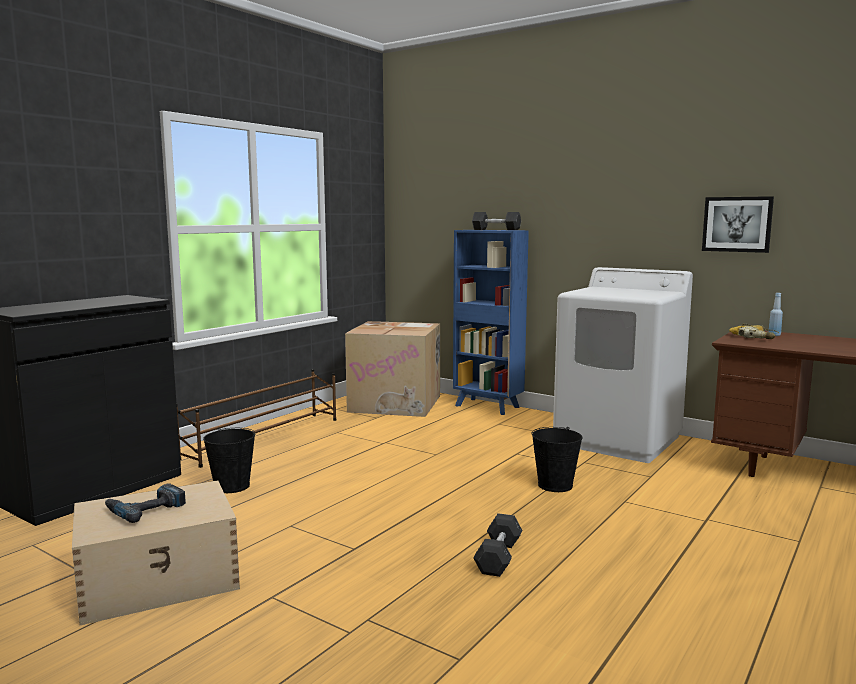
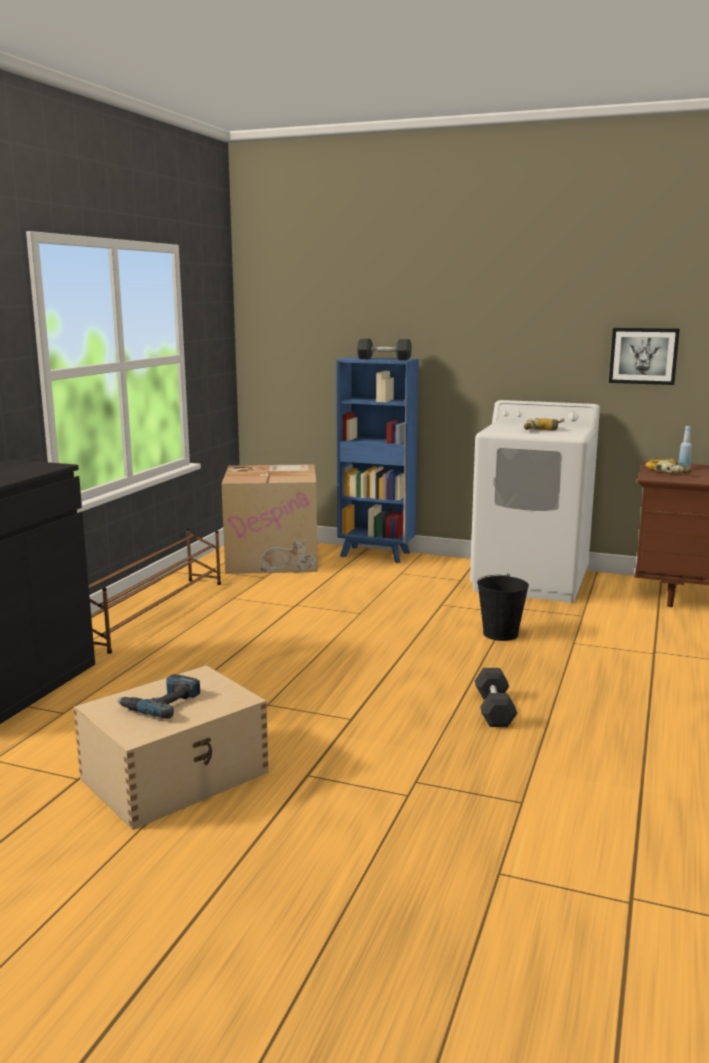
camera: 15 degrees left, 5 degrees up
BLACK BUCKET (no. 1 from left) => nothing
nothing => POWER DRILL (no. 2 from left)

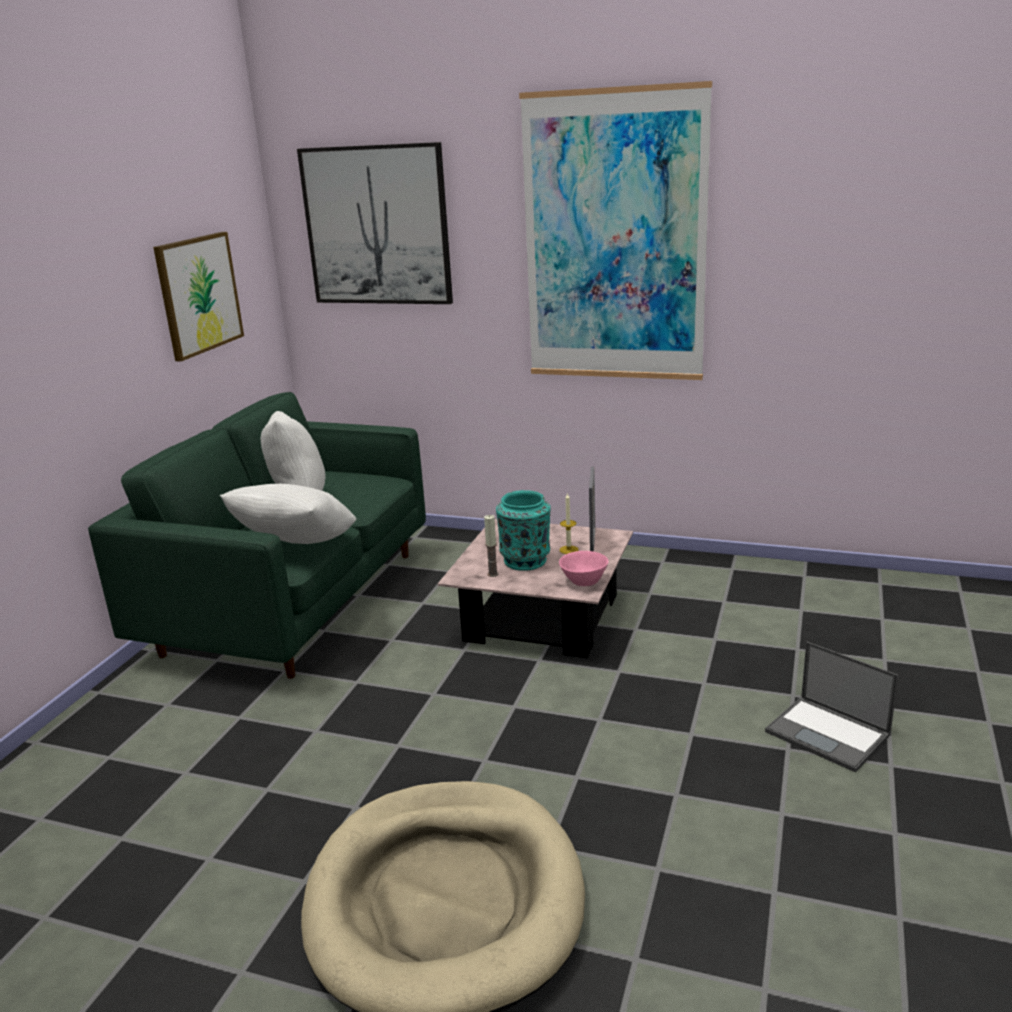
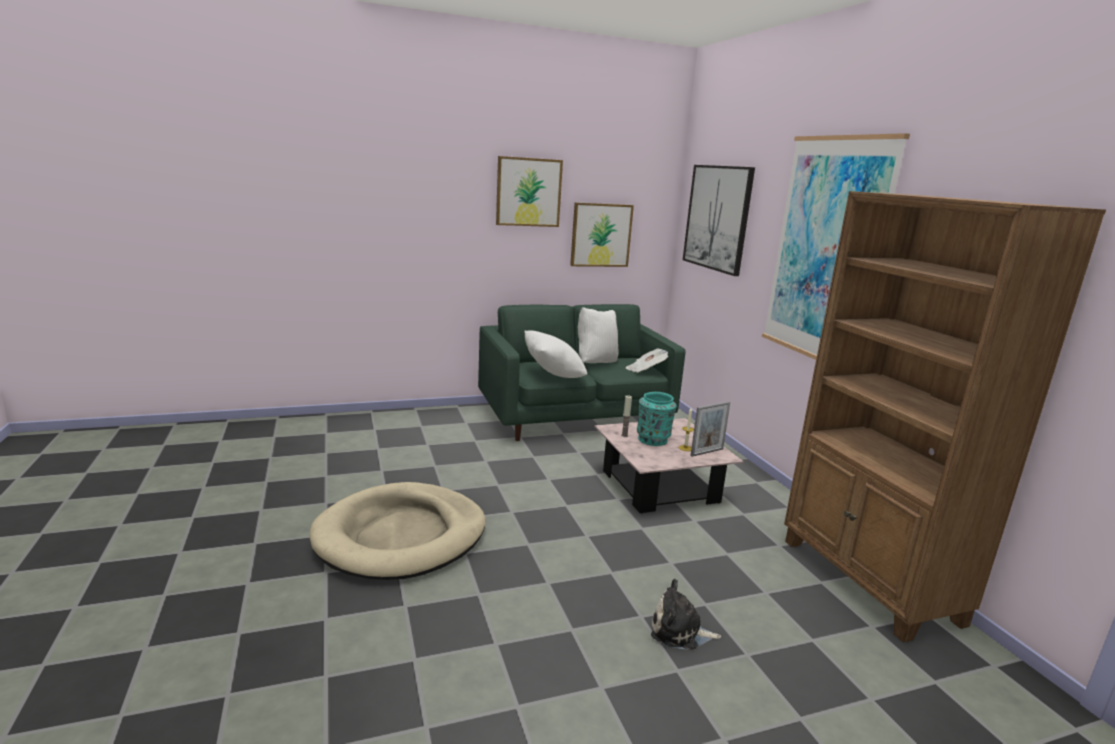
camera: 50 degrees right, 5 degrees down
PINK BOWL => nothing
LAPTOP => PLUSH TOY
nothing => PICTURE (no. 1 from left)
nothing => NEWSPAPER
nothing => BROWN BOOKCASE

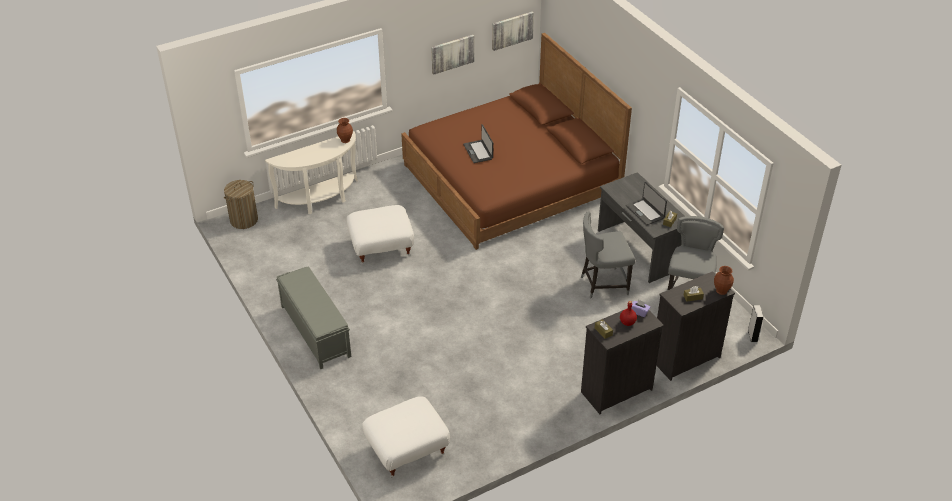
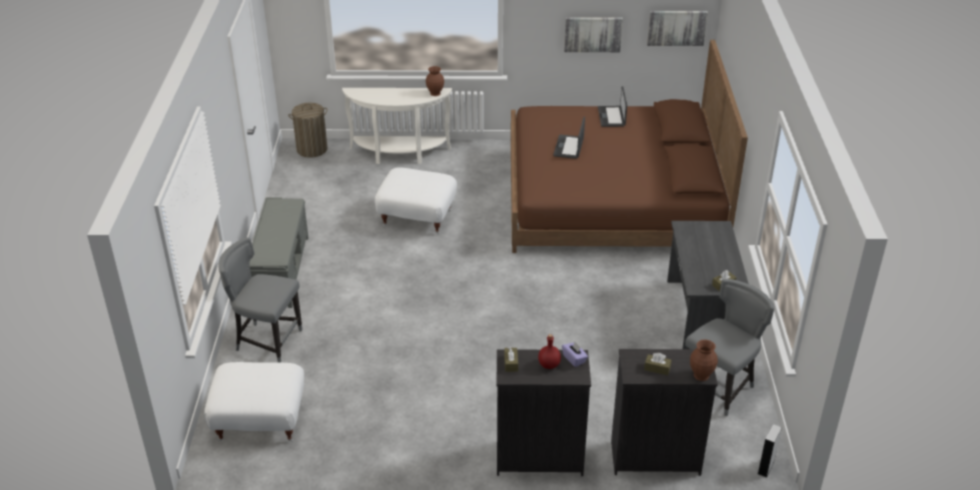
camera: 30 degrees right, 5 degrees down
GREY CHAIR (no. 1 from left), relocated
LAPTOP (no. 2 from left), relocated

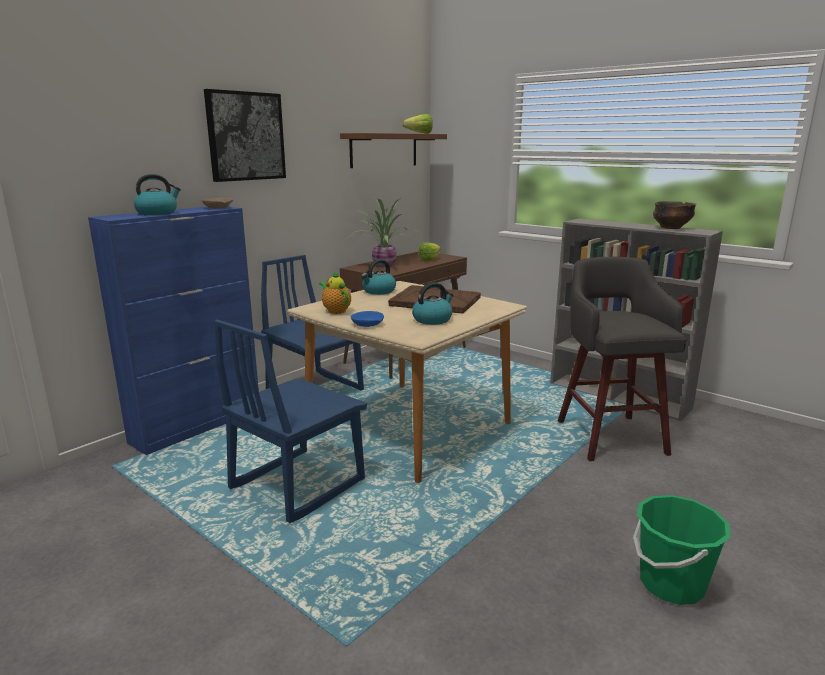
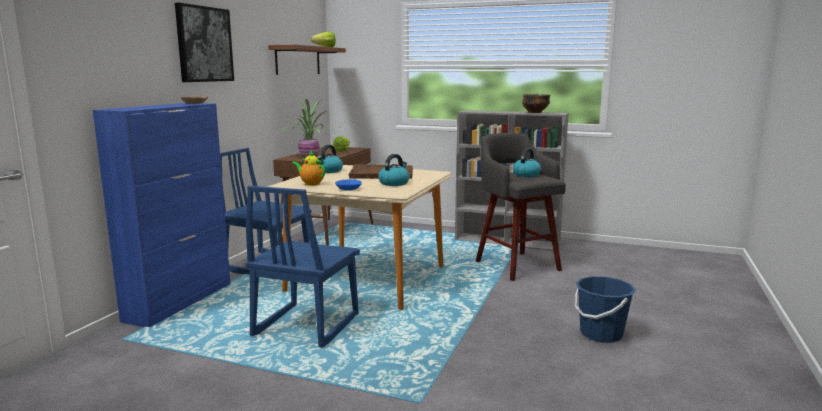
camera: 20 degrees left, 5 degrees down
KETTLE (no. 1 from left in the first image) => KETTLE (no. 3 from left), relocated
GREEN BUCKET => BLUE BUCKET

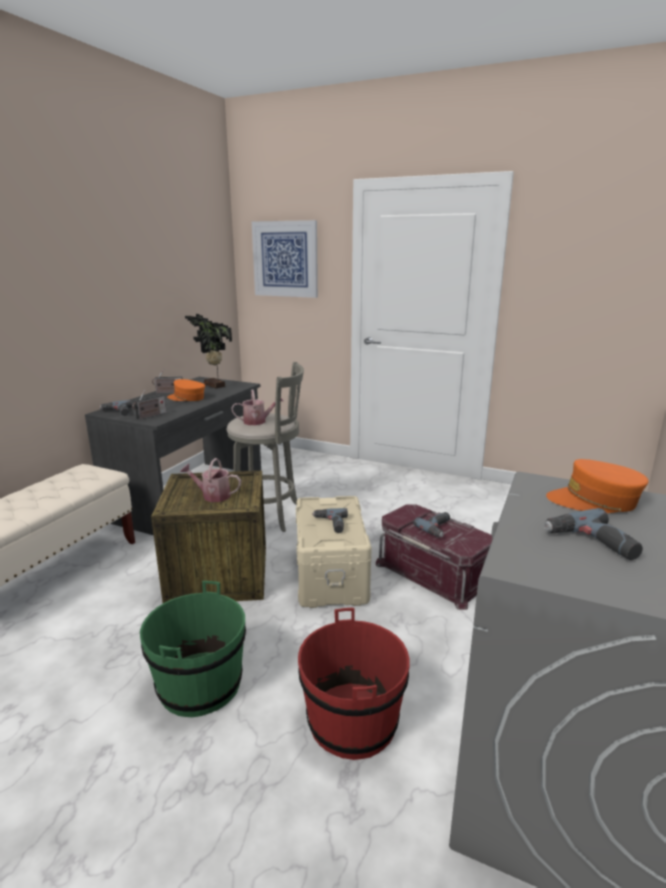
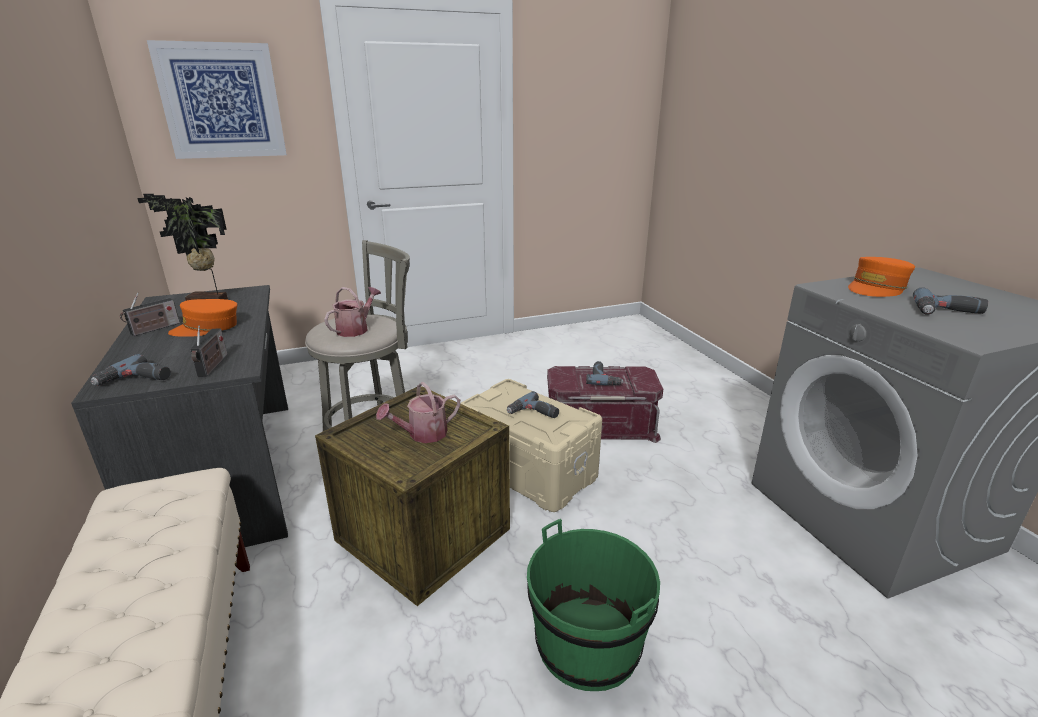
camera: 45 degrees left, 5 degrees up
RED BUCKET => nothing

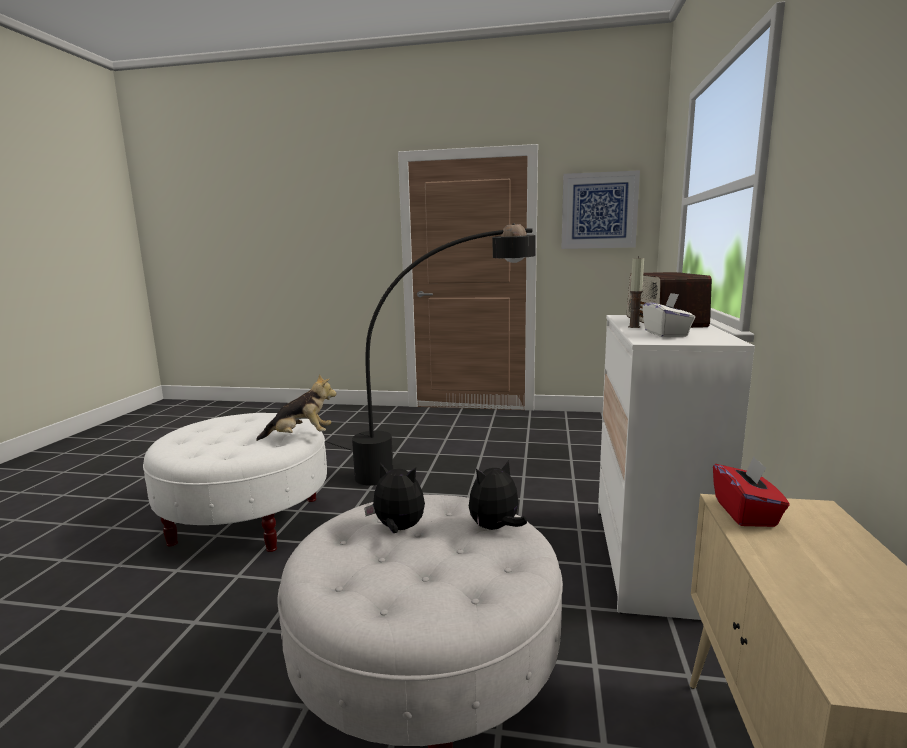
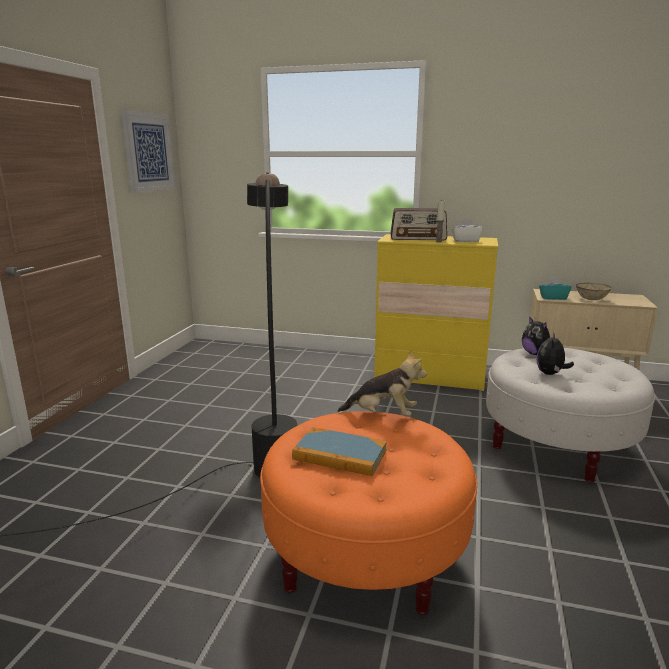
camera: 85 degrees left, 5 degrees up
WHITE OTTOMAN (no. 1 from left) => ORANGE OTTOMAN
PLUSH TOY (no. 1 from left), 105 degrees clockwise
WHITE DRESSER => YELLOW DRESSER
RED TISSUE BOX => TURQUOISE TISSUE BOX
nothing => BOOK
nothing => BOWL

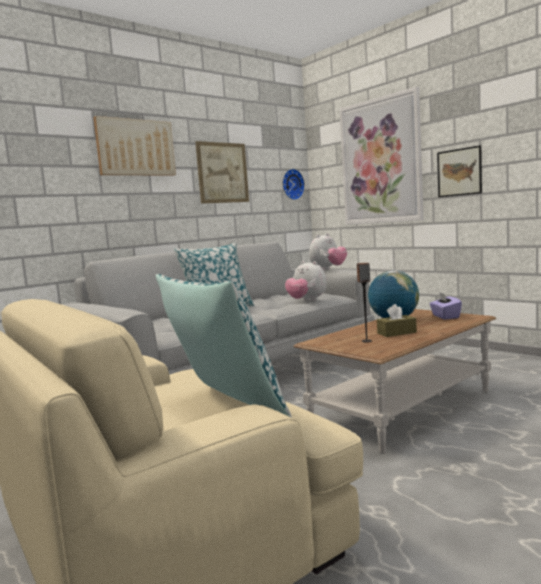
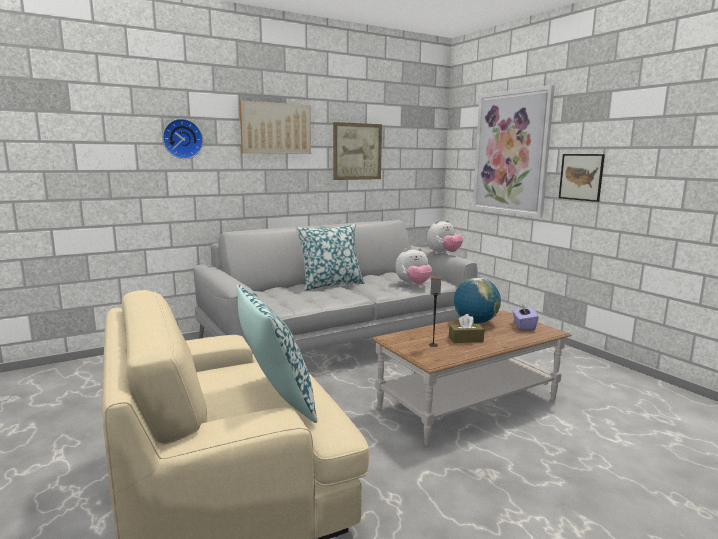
camera: 10 degrees right, 5 degrees up
WALL CLOCK, relocated
PLUSH TOY (no. 1 from left), 75 degrees counterclockwise

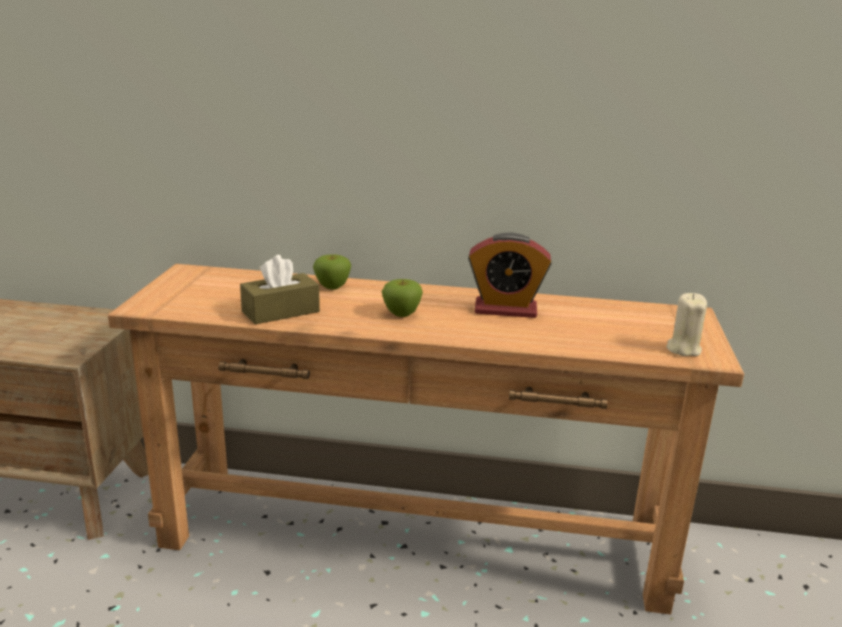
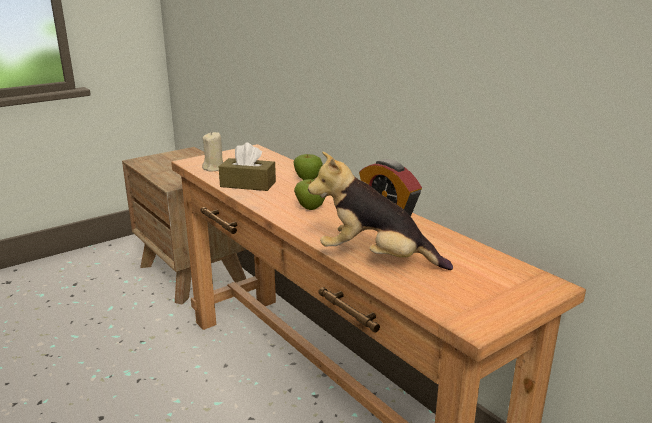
camera: 45 degrees right, 0 degrees up
BEIGE CANDLE, relocated
nothing => PLUSH TOY

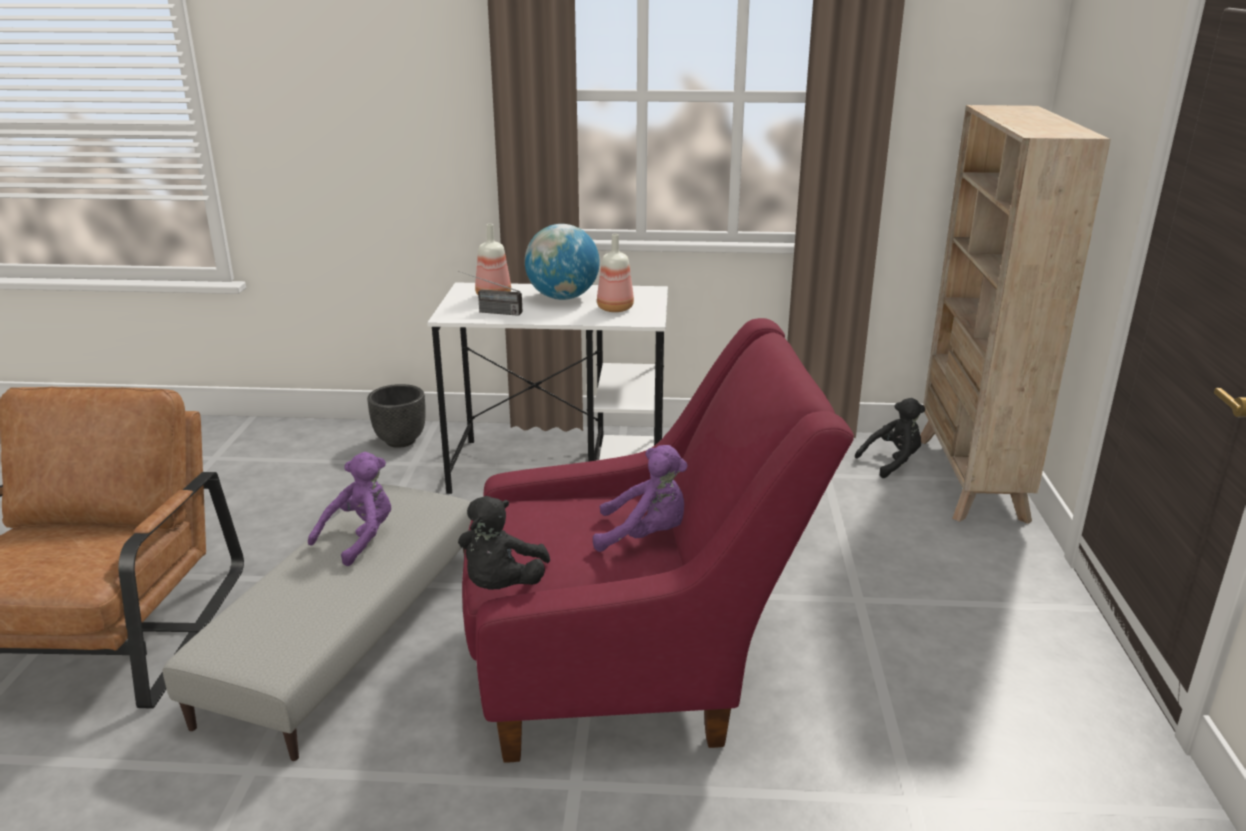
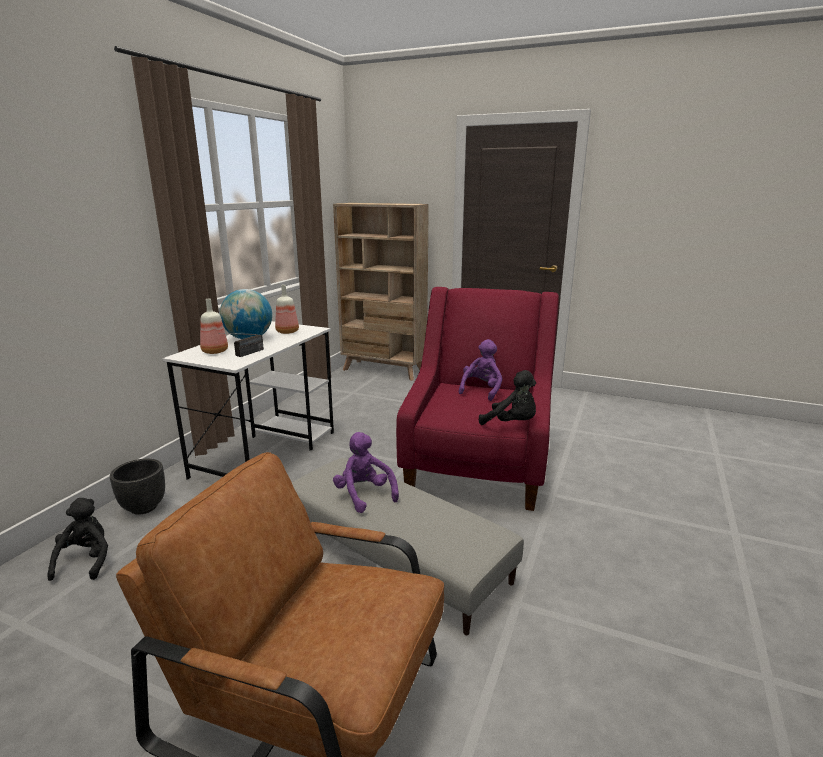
camera: 70 degrees left, 5 degrees down
BLACK PLUSH TOY (no. 2 from left in the first image) => BLACK PLUSH TOY (no. 1 from left), relocated

